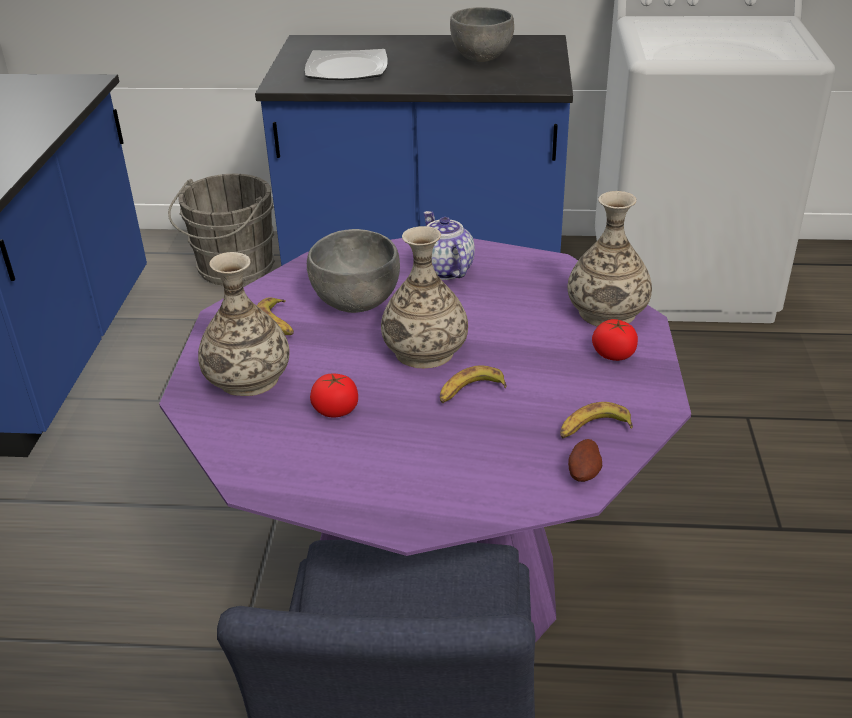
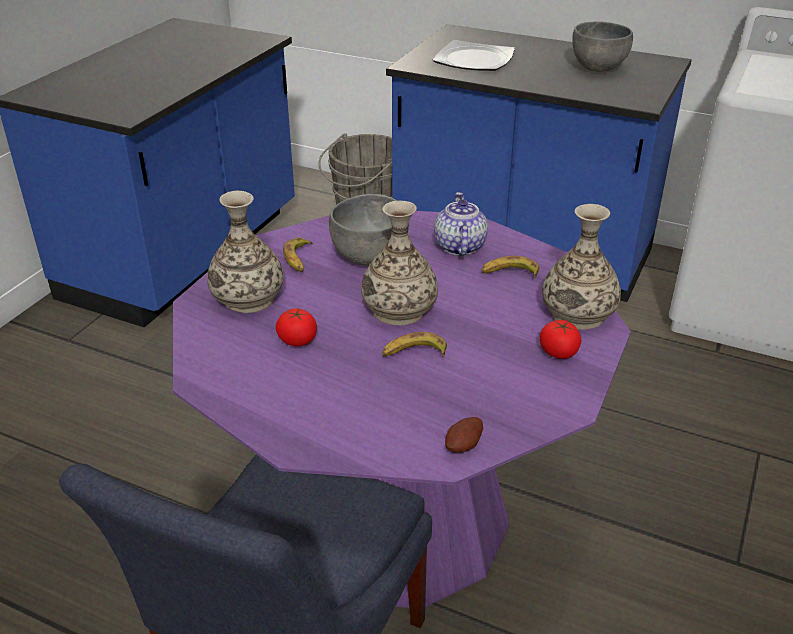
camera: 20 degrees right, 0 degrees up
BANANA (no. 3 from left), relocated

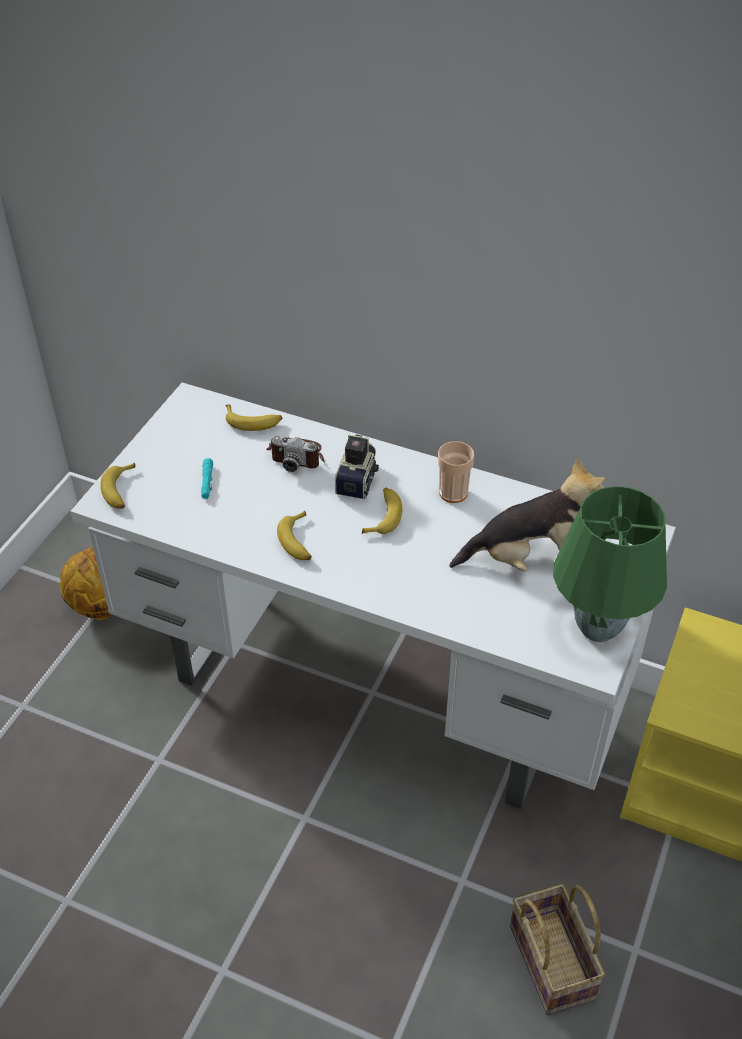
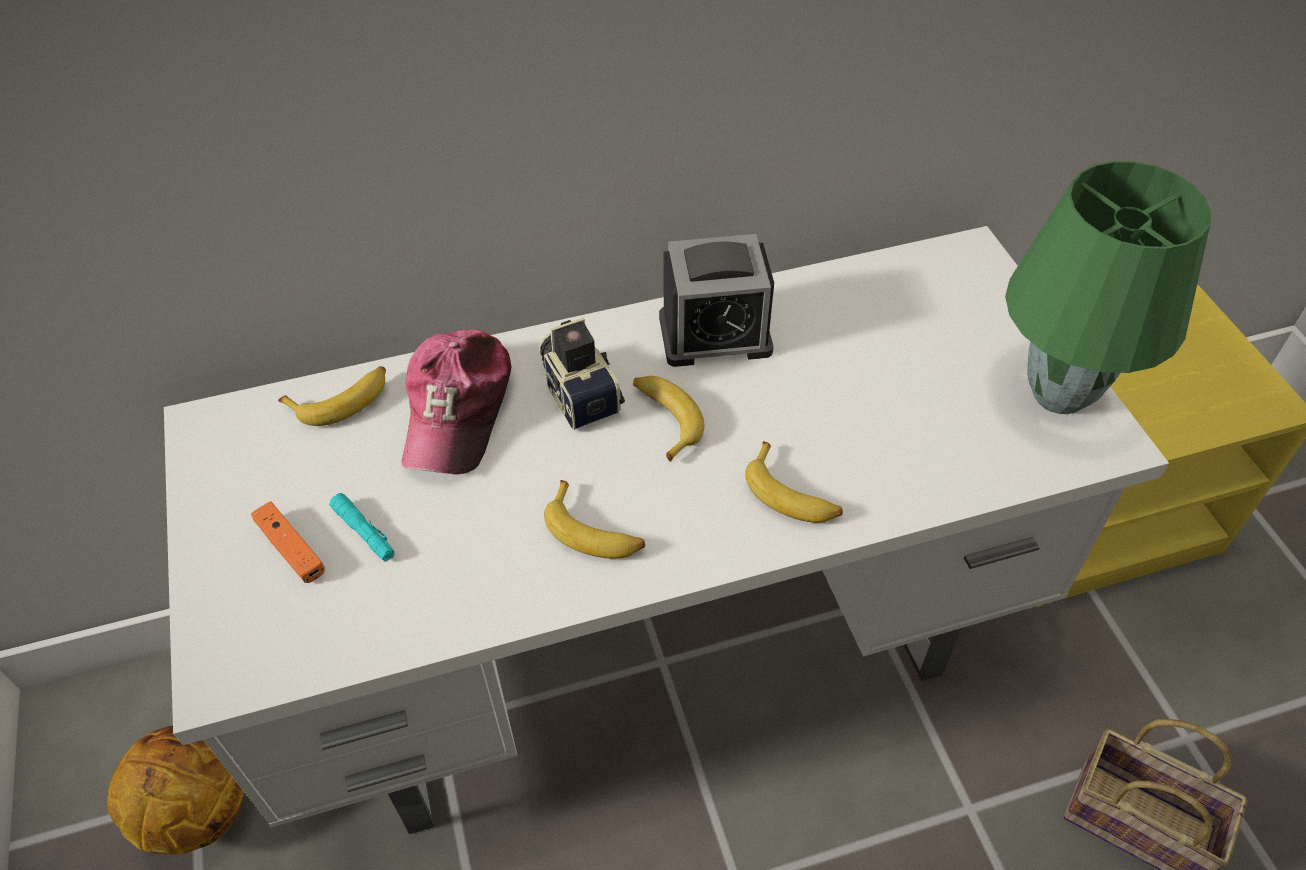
camera: 40 degrees left, 5 degrees up
BANANA (no. 1 from left in the first image) => BANANA (no. 4 from left), relocated
PHOTO CAMERA (no. 1 from left) => CAP
CUP => ALARM CLOCK
PLUSH TOY => nothing
nothing => ORANGE GAME CONTROLLER

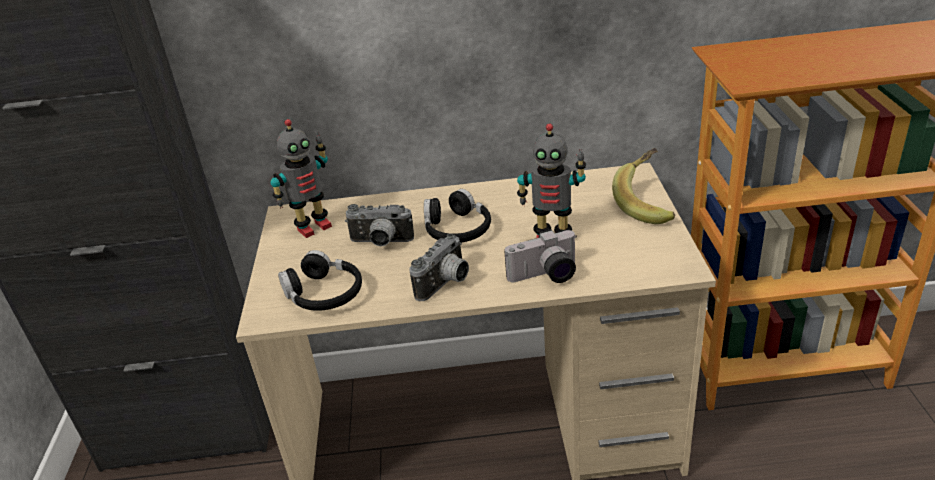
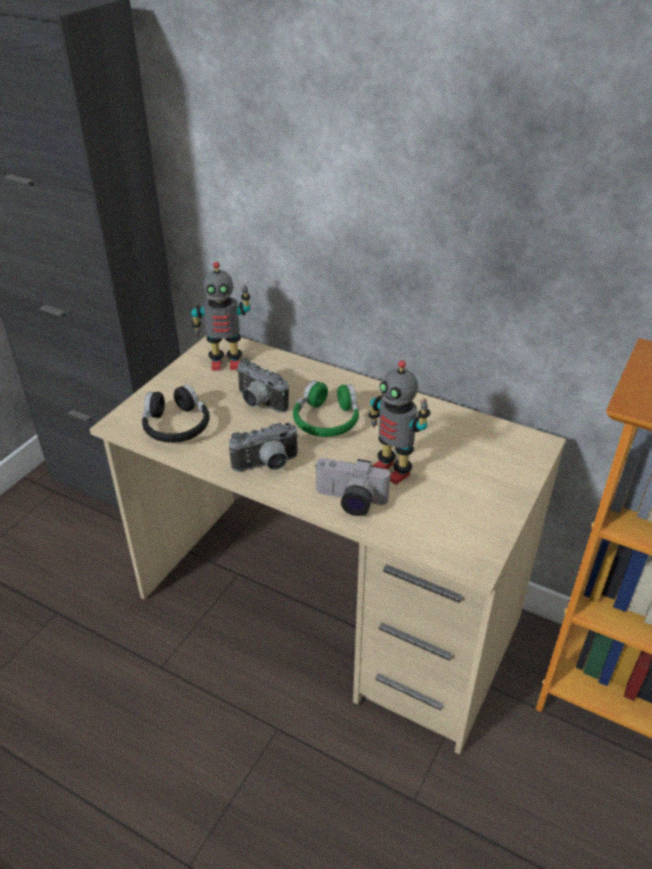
camera: 30 degrees right, 5 degrees up
BLACK HEADPHONES (no. 2 from left) => GREEN HEADPHONES
BANANA => nothing

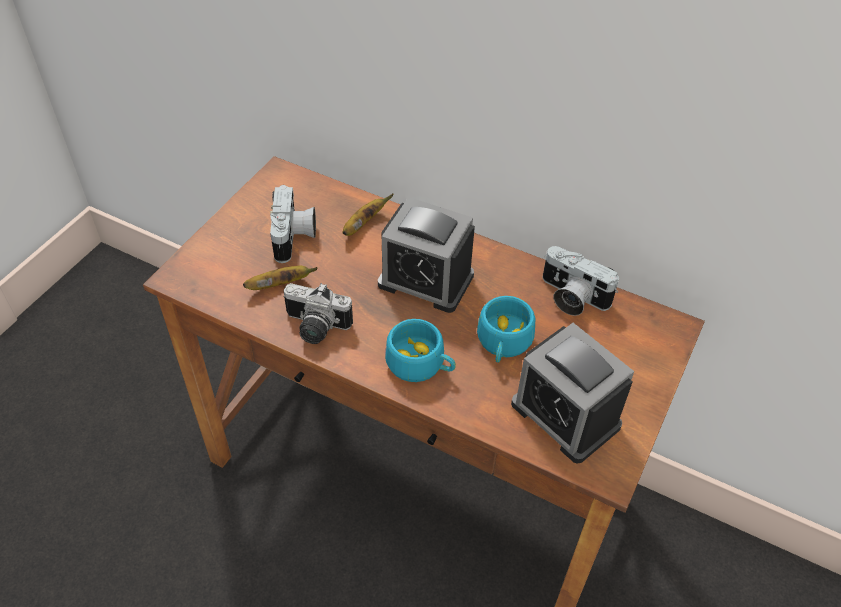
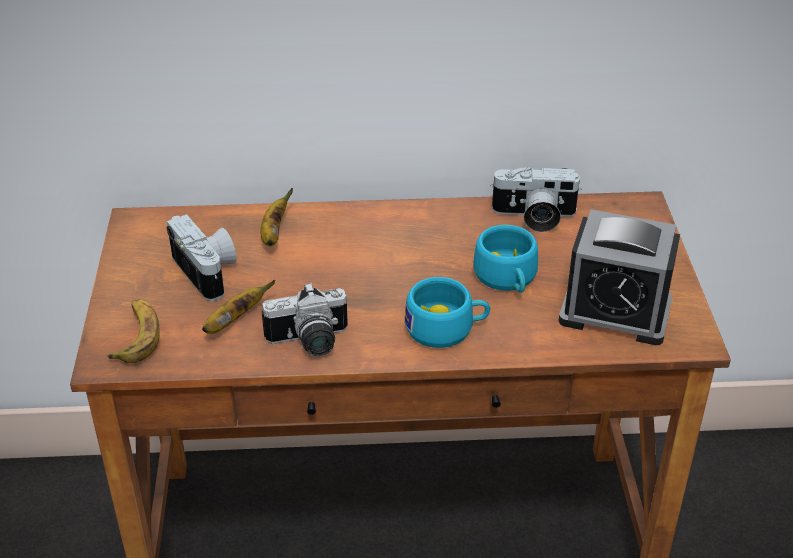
camera: 30 degrees left, 10 degrees down
ALARM CLOCK (no. 1 from left) => nothing
nothing => BANANA (no. 1 from left)

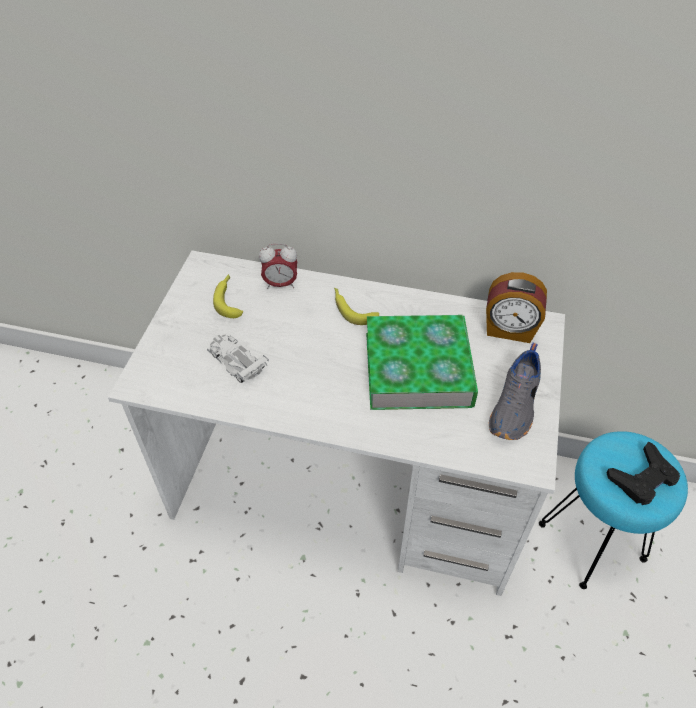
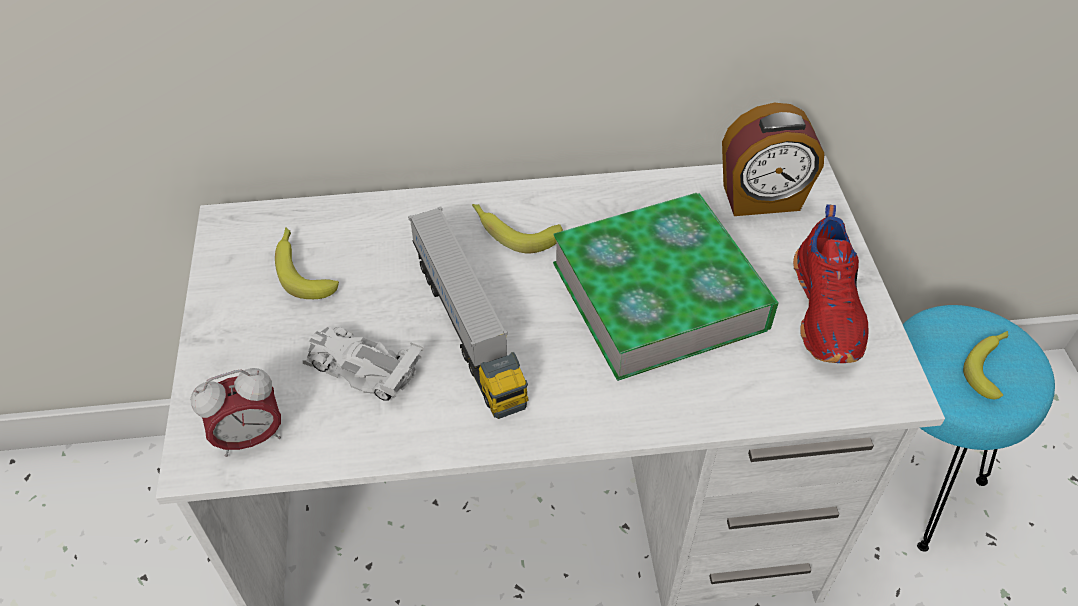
camera: 20 degrees left, 0 degrees up
ALARM CLOCK (no. 1 from left), relocated
GREY SHOE => RED SHOE
BLACK GAME CONTROLLER => BANANA (no. 3 from left)
nothing => TOY TRUCK

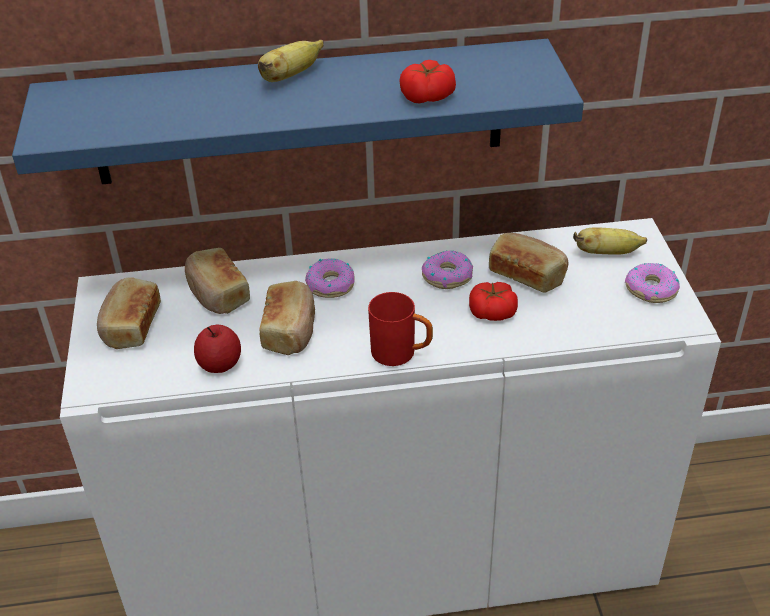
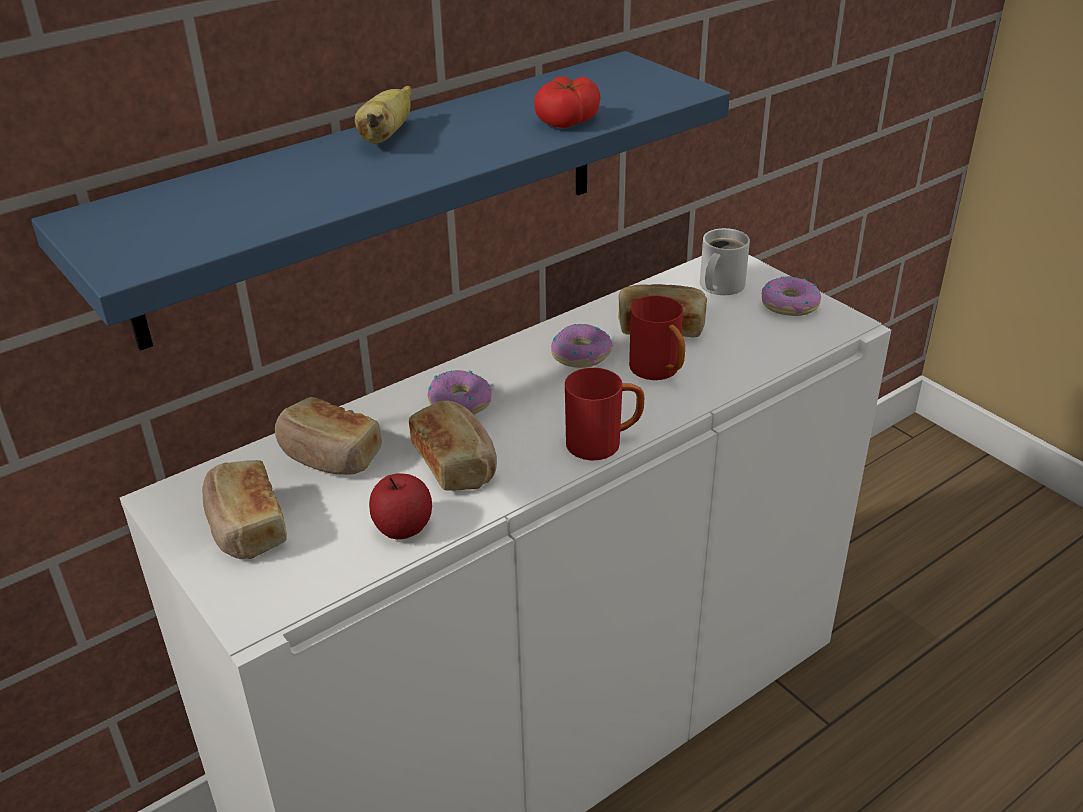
camera: 30 degrees left, 5 degrees down
TOMATO (no. 2 from left) => RED MUG (no. 2 from left)
BANANA (no. 2 from left) => WHITE MUG

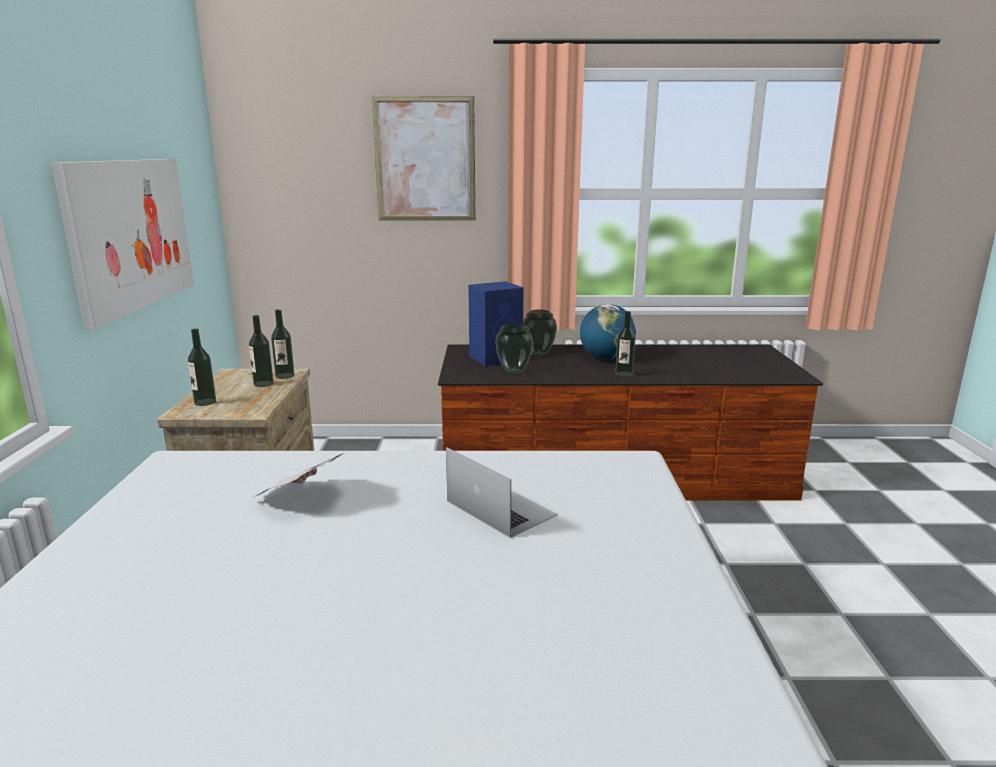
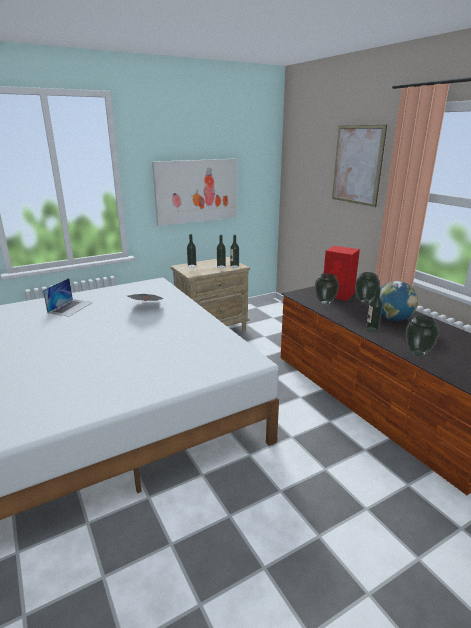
camera: 60 degrees right, 5 degrees up
LAPTOP, relocated
BLUE SPEAKER => RED SPEAKER
nothing => VASE (no. 3 from left)

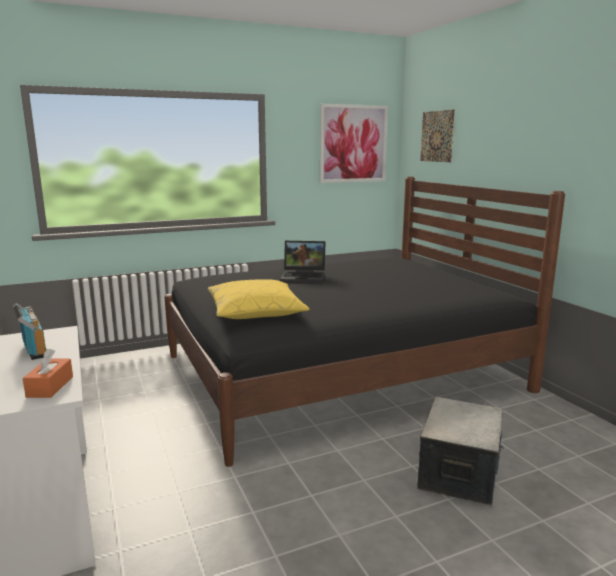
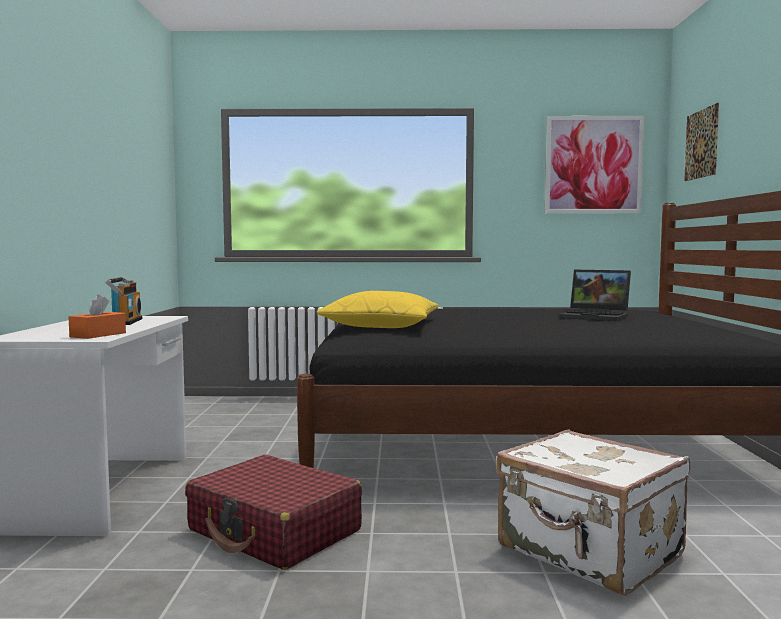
camera: 25 degrees right, 10 degrees down
LAPTOP, relocated
STORAGE BOX => WHITE SUITCASE
nothing => RED SUITCASE

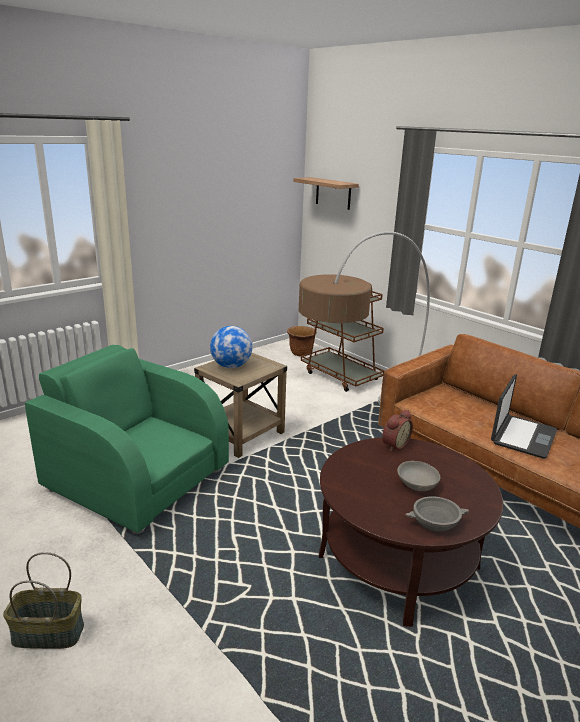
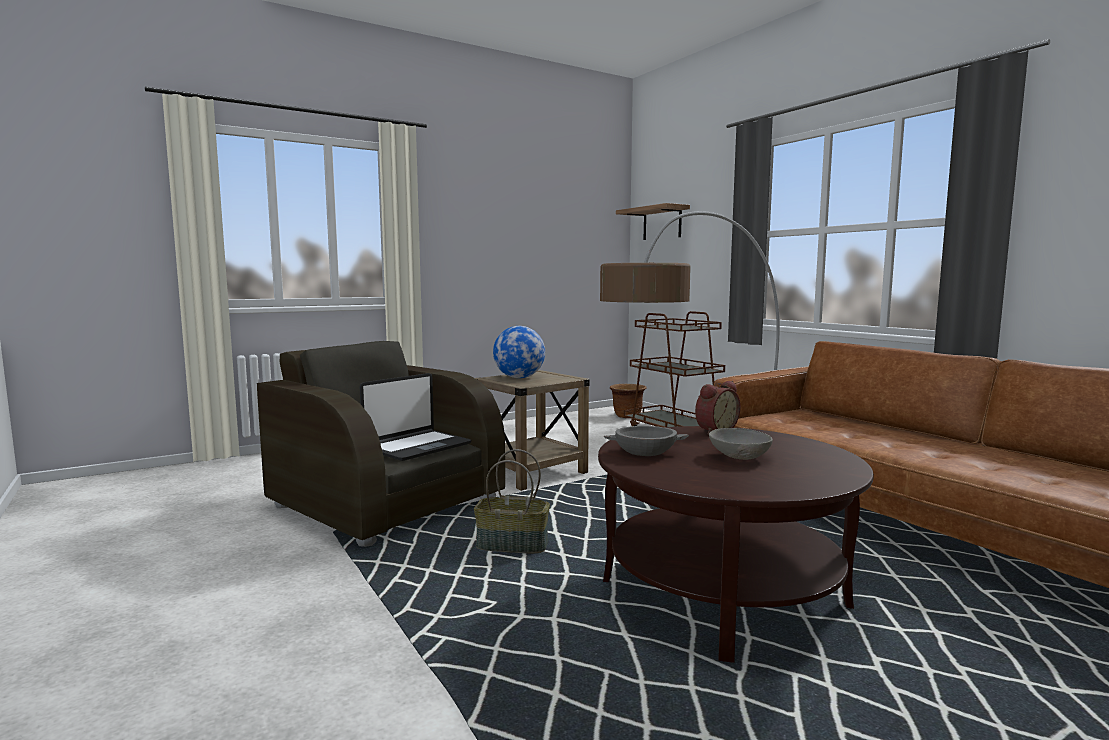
camera: 10 degrees right, 15 degrees down
BASKET, relocated
GREEN ARMCHAIR => BROWN ARMCHAIR
GREY BOWL (no. 2 from left in the first image) => GREY BOWL (no. 1 from left), relocated
LAPTOP, relocated

